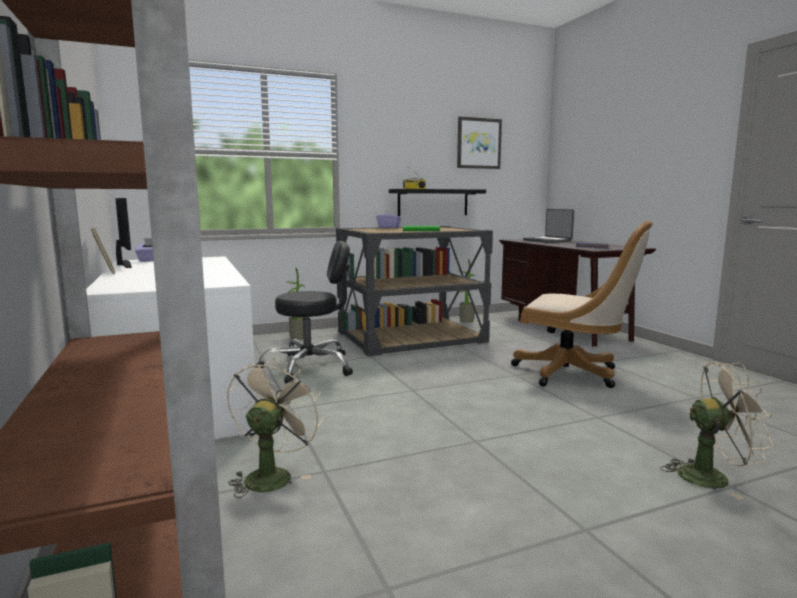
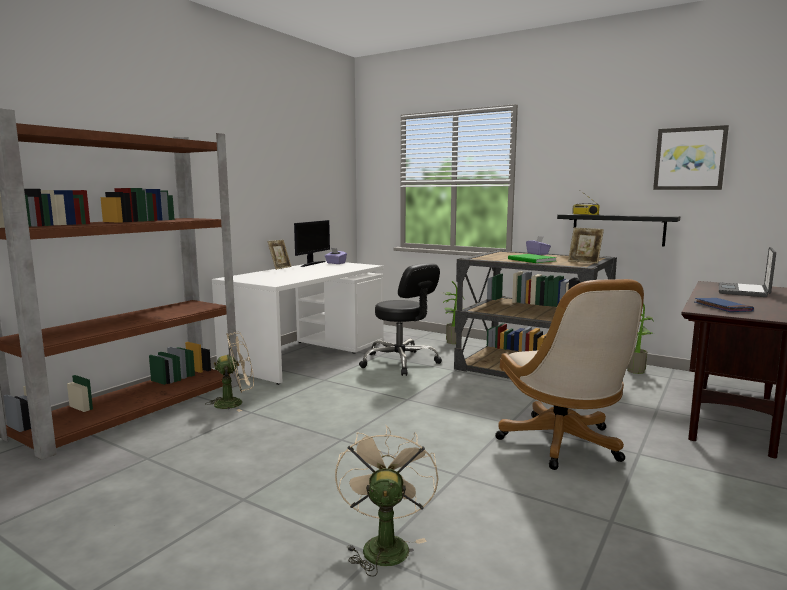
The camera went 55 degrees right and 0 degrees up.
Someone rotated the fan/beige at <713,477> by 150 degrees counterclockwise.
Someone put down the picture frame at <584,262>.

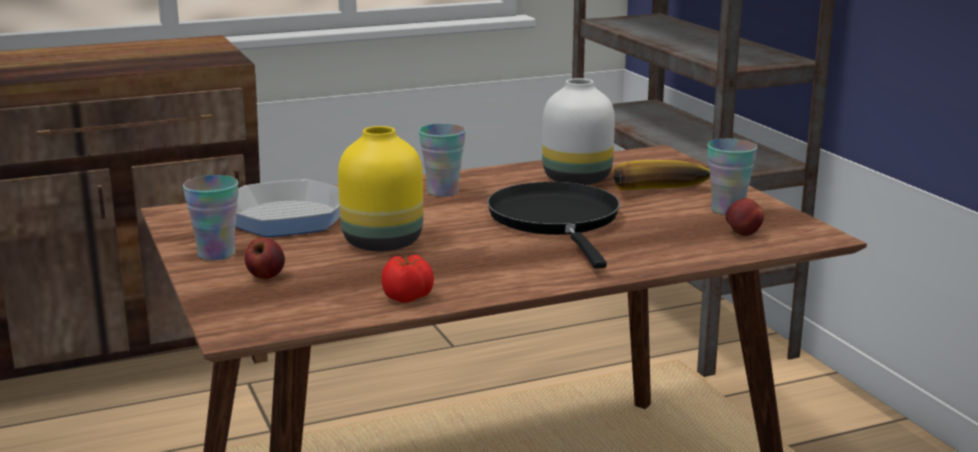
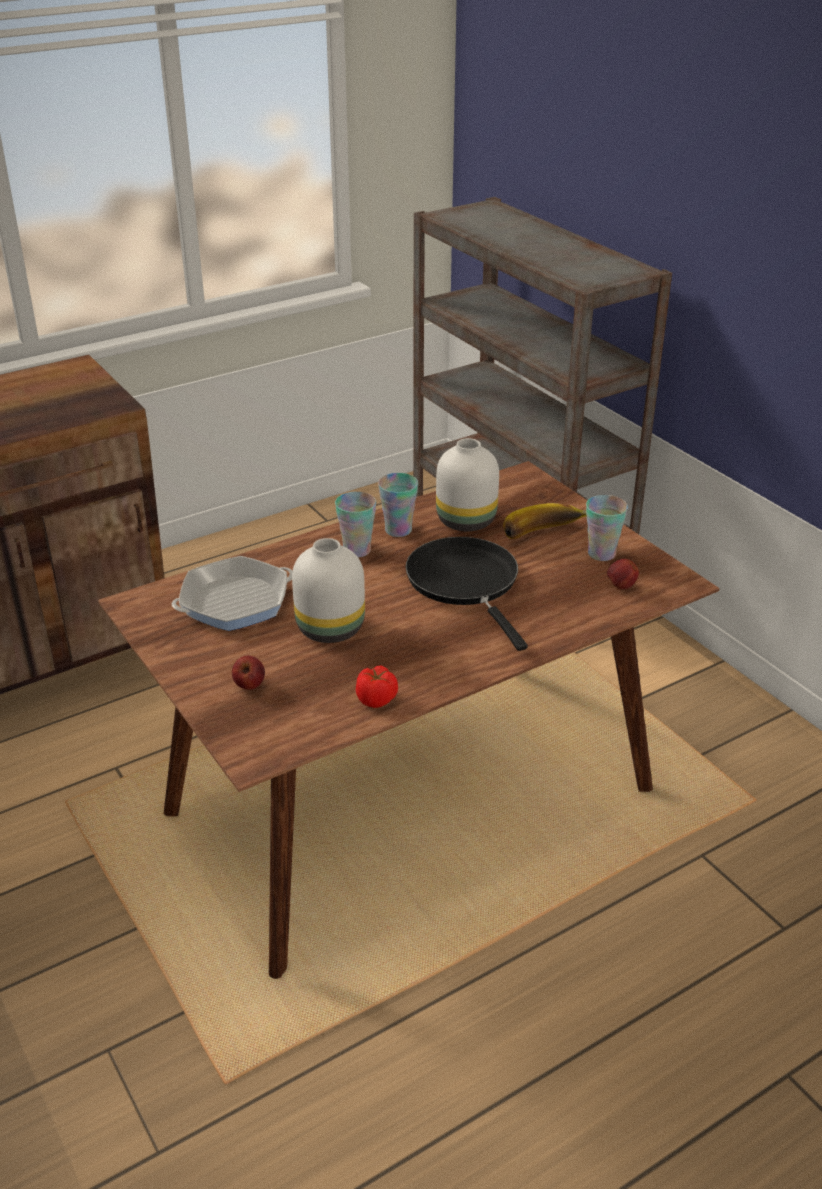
The camera went 10 degrees left and 15 degrees up.
Someone repainted the vase/yellow at <384,242>, which became the vase/white at <331,628>.
Someone carried the cup from <216,254> to <398,530>.

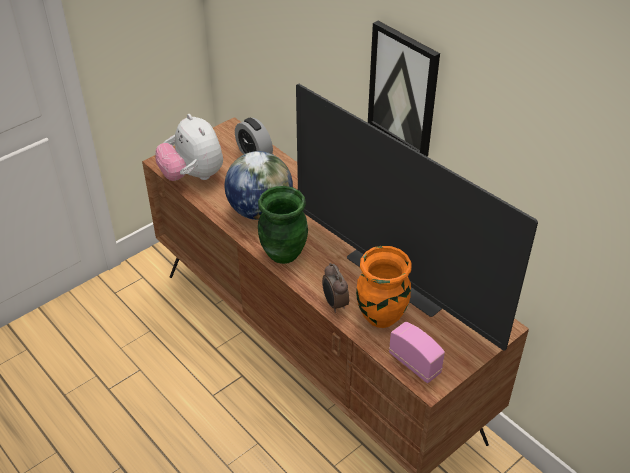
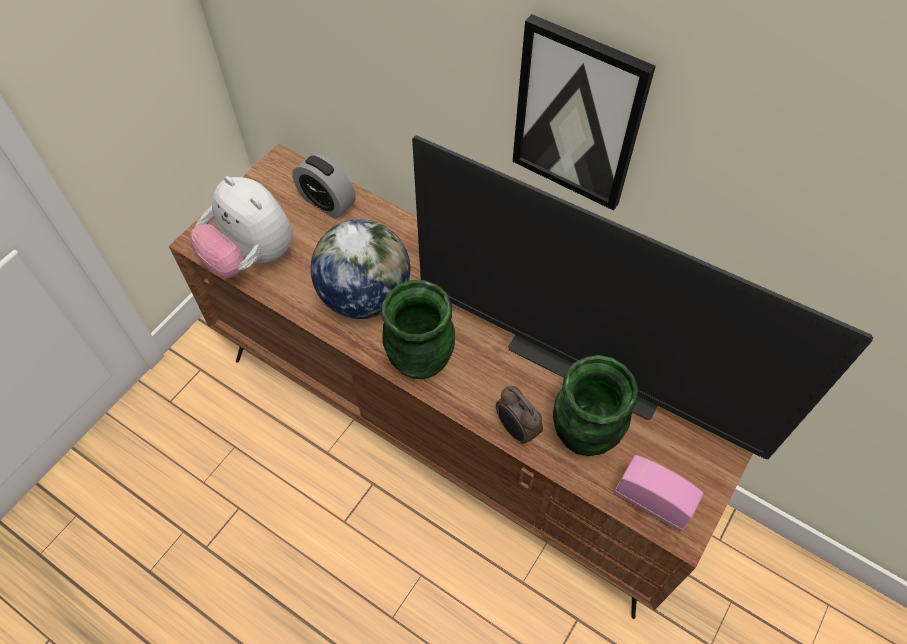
The camera went 15 degrees left and 15 degrees up.
Someone repainted the vase/orange at <380,316>, which became the vase/green at <583,435>.

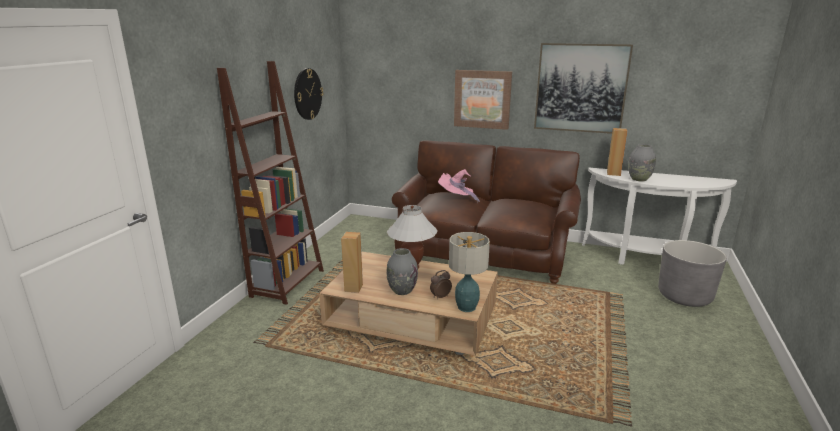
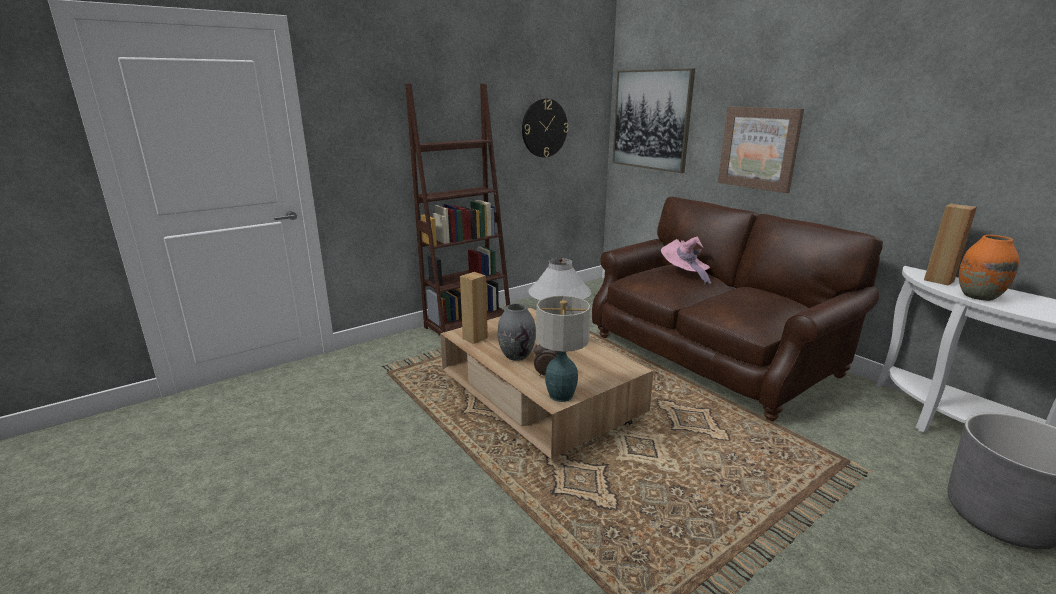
The camera went 35 degrees right and 0 degrees up.
Someone carried the picture from <581,88> to <651,120>.
Someone repainted the vase/grey at <639,179>, which became the vase/orange at <978,296>.

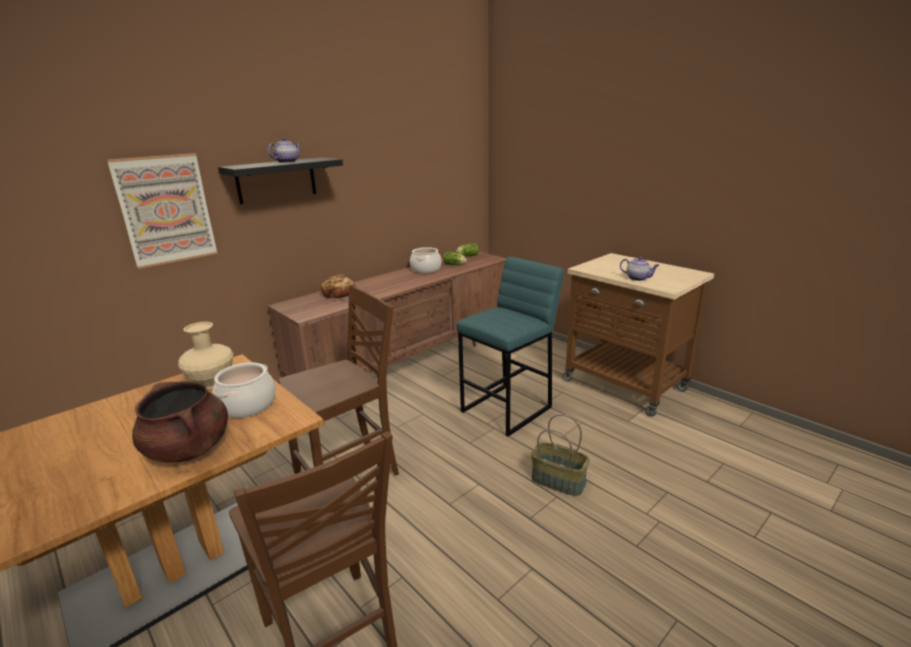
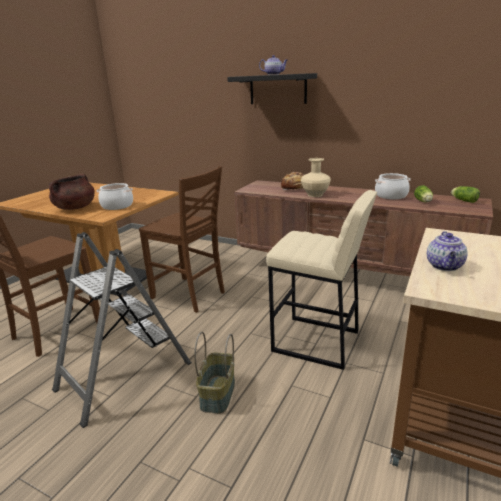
The camera went 70 degrees right and 0 degrees up.
Someone put down the step ladder/grey at <122,376>.
Someone repainted the stool/turquoise at <508,408>, which became the stool/beige at <318,342>.
Someone carried the vase/beige from <211,382> to <315,195>.
Someone took away the picture at <166,210>.

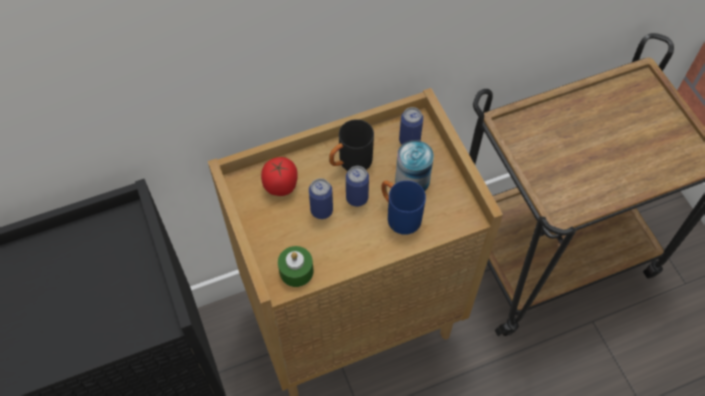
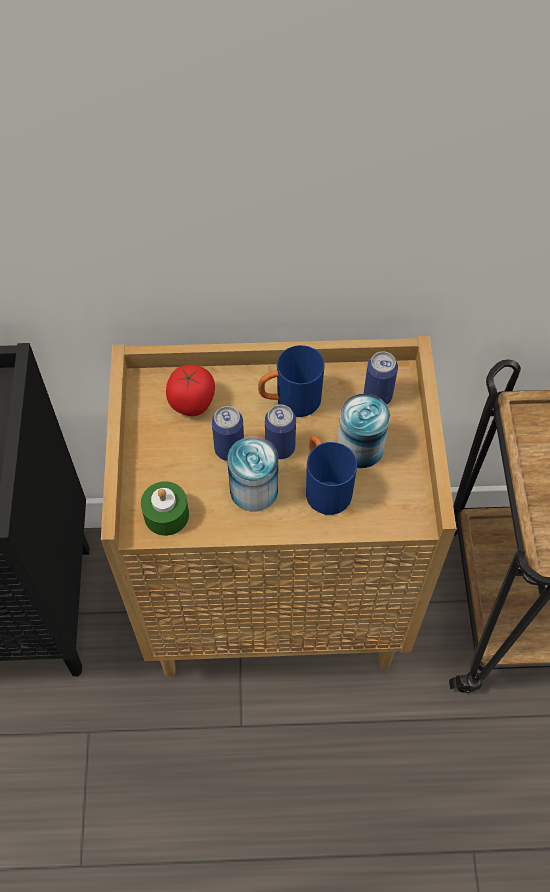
The camera went 20 degrees right and 0 degrees up.
Someone put down the can at <254,490>.
Someone repainted the mug/black at <350,163>, which became the mug/blue at <290,401>.

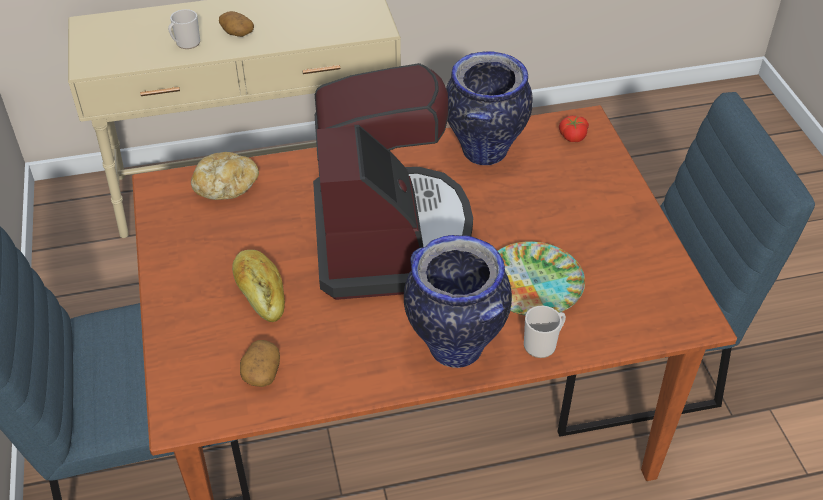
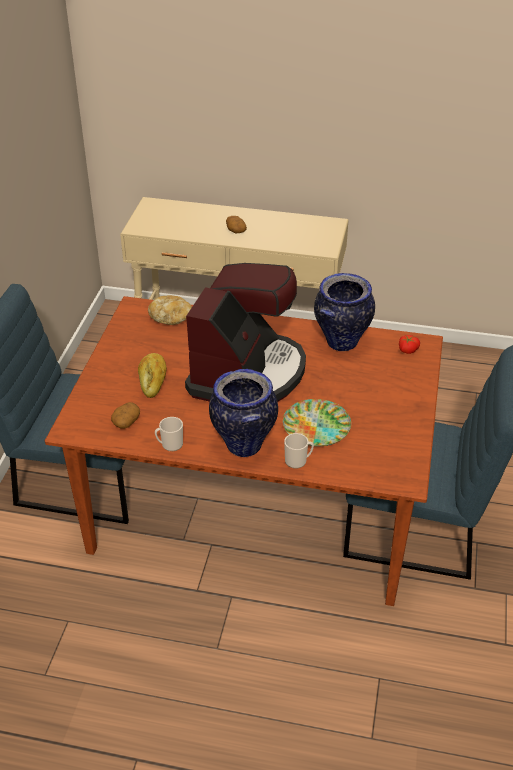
The camera went 25 degrees right and 5 degrees down.
Someone carried the mug from <186,43> to <170,444>.

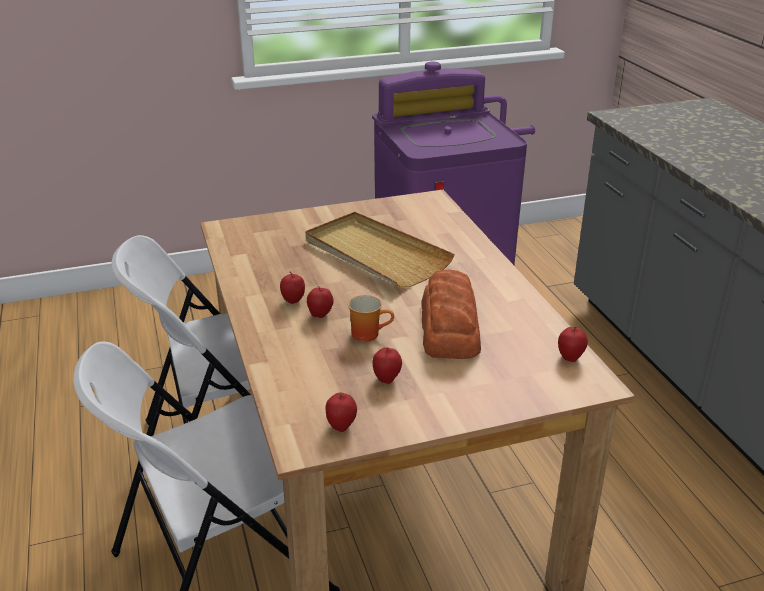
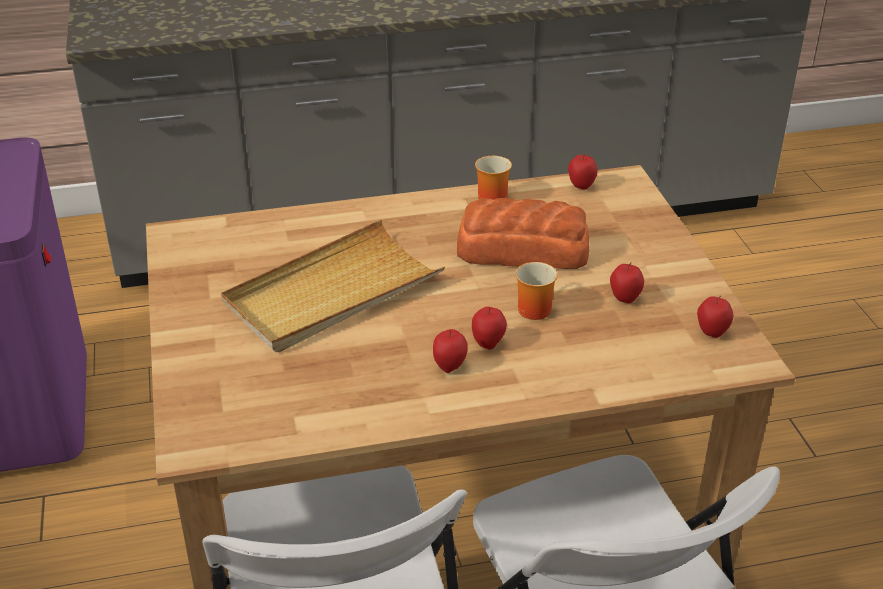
The camera went 85 degrees left and 5 degrees up.
Someone put down the mug at <492,196>.

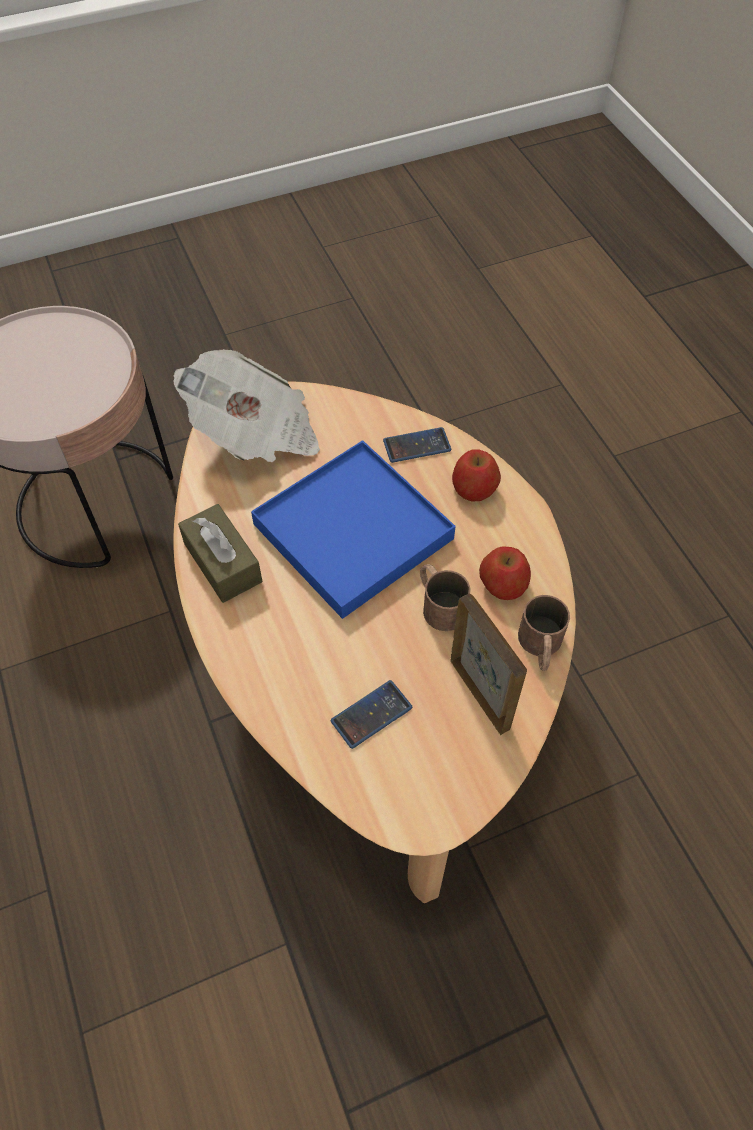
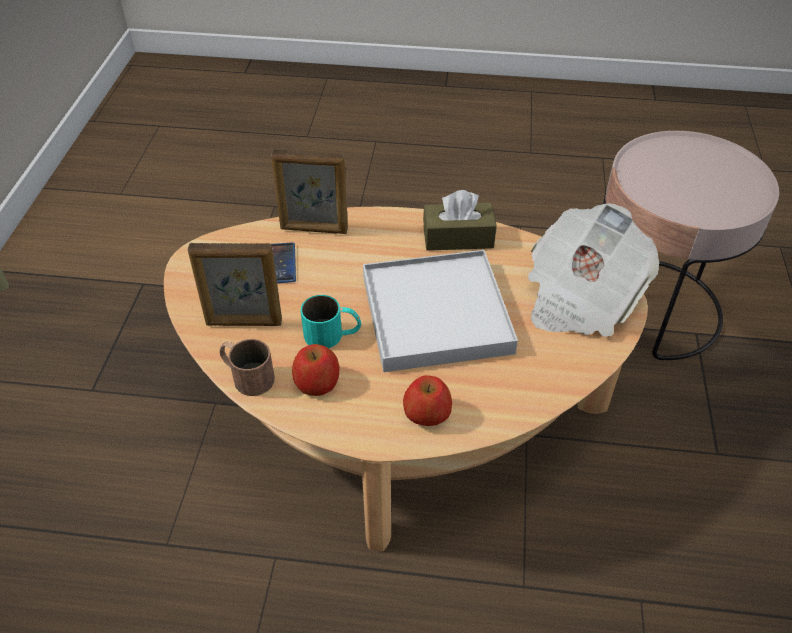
The camera went 120 degrees right and 10 degrees down.
Someone put down the picture frame at <314,229>.
Someone repainted the mug/brown at <438,603>, which became the mug/turquoise at <332,334>.
Someone repainted the tray/blue at <352,531>, which became the tray/white at <436,314>.
Someone took away the phone at <417,446>.

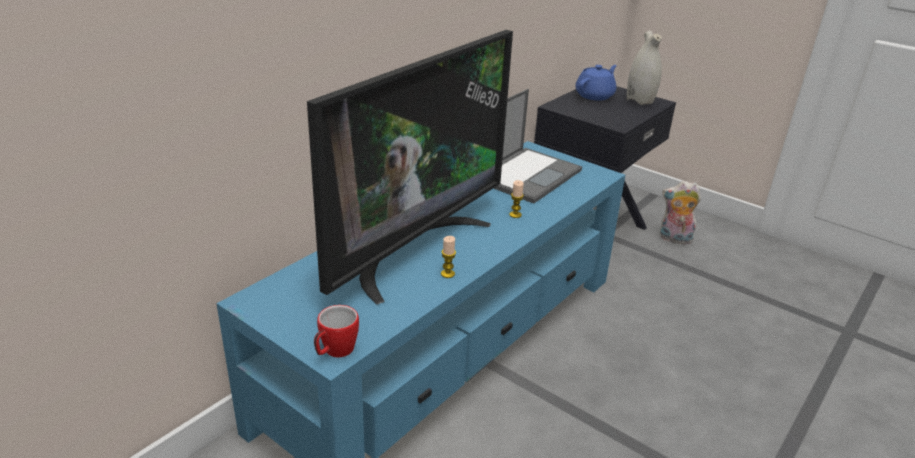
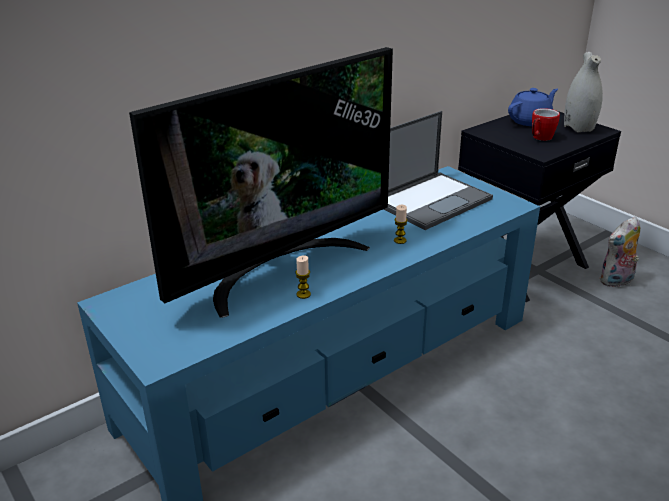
The camera went 15 degrees right and 0 degrees up.
Someone carried the mug from <335,352> to <540,138>.
Someone rotated the plush toy at <674,239> by 60 degrees counterclockwise.

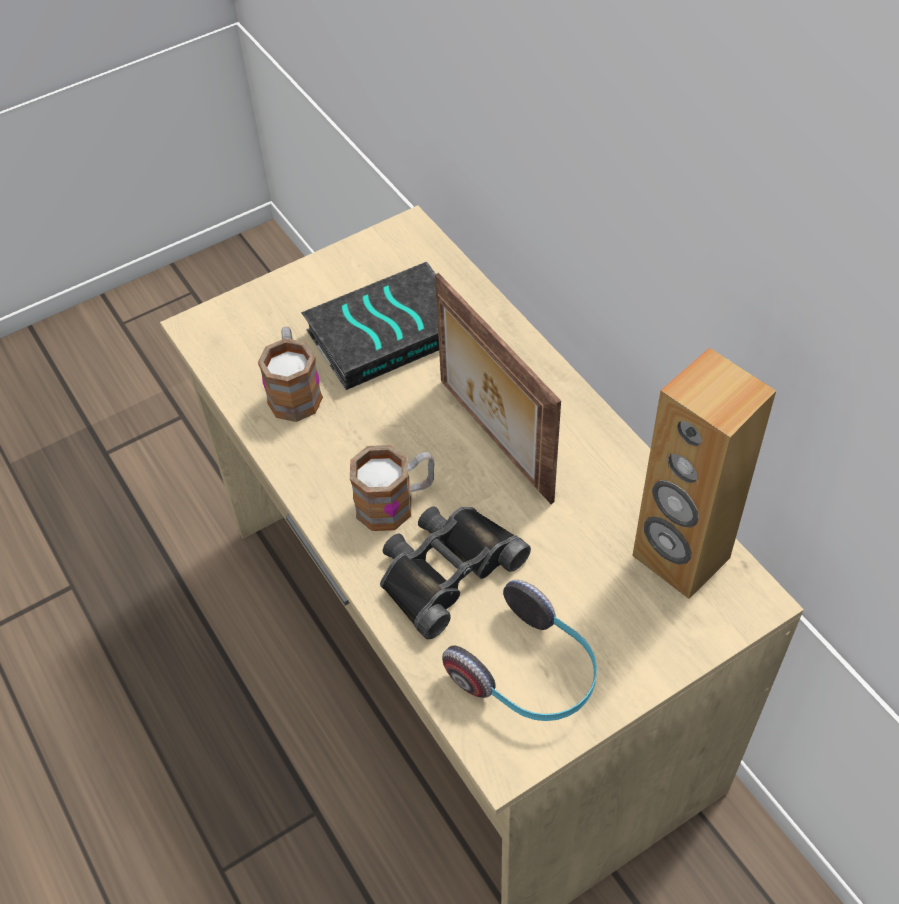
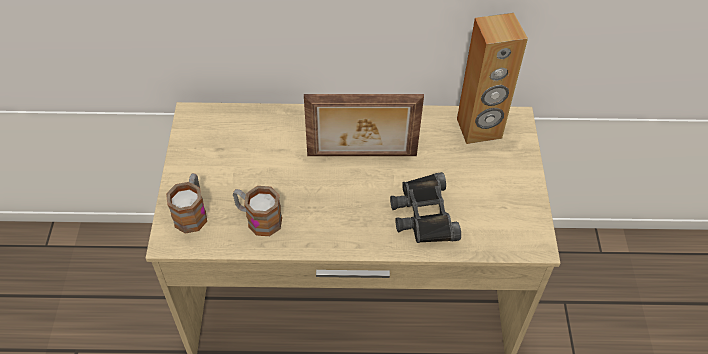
The camera went 60 degrees left and 0 degrees up.
Someone carried the mug from <396,502> to <192,212>.
Someone took away the book at <387,331>.
Someone took away the headphones at <528,673>.

